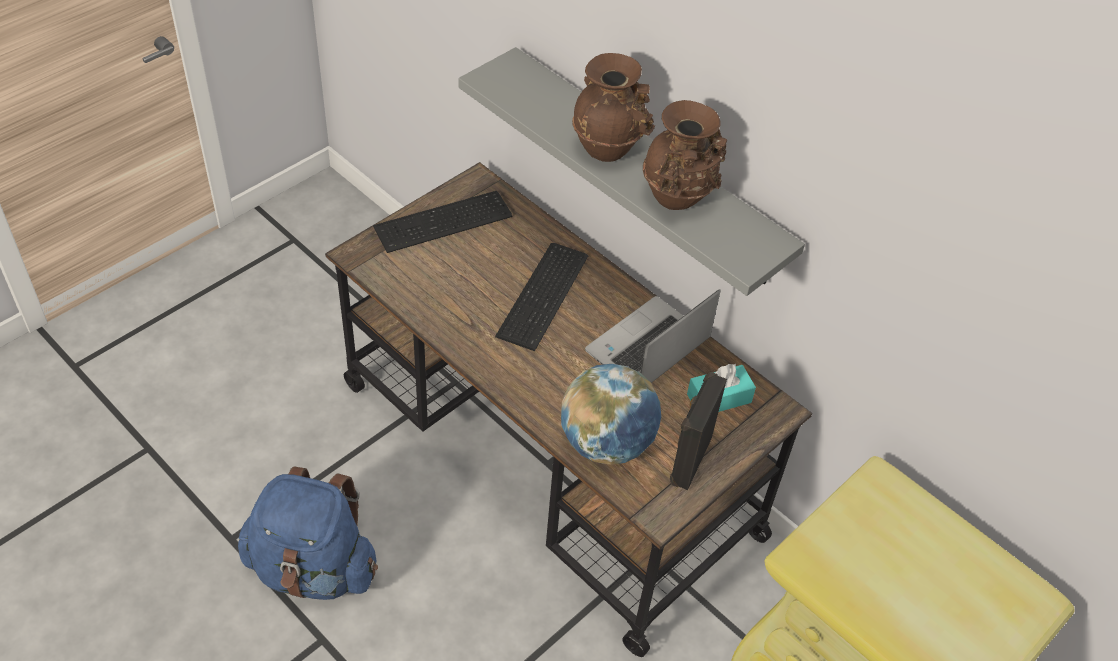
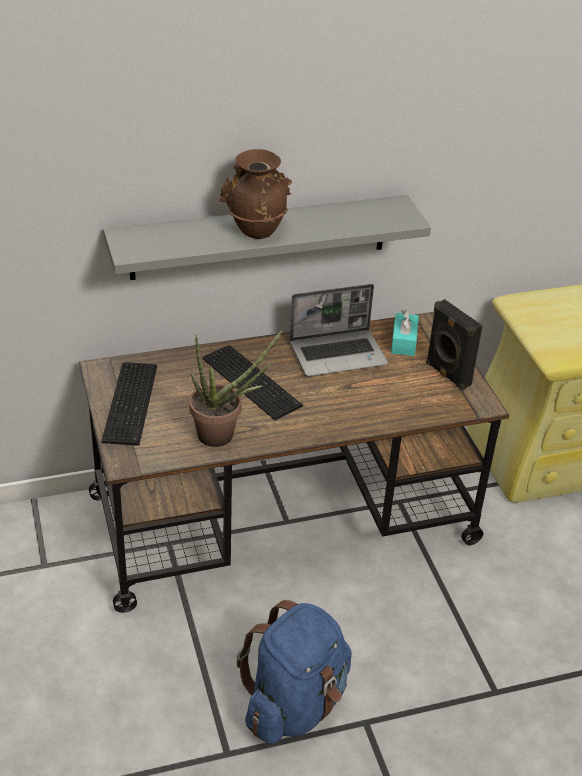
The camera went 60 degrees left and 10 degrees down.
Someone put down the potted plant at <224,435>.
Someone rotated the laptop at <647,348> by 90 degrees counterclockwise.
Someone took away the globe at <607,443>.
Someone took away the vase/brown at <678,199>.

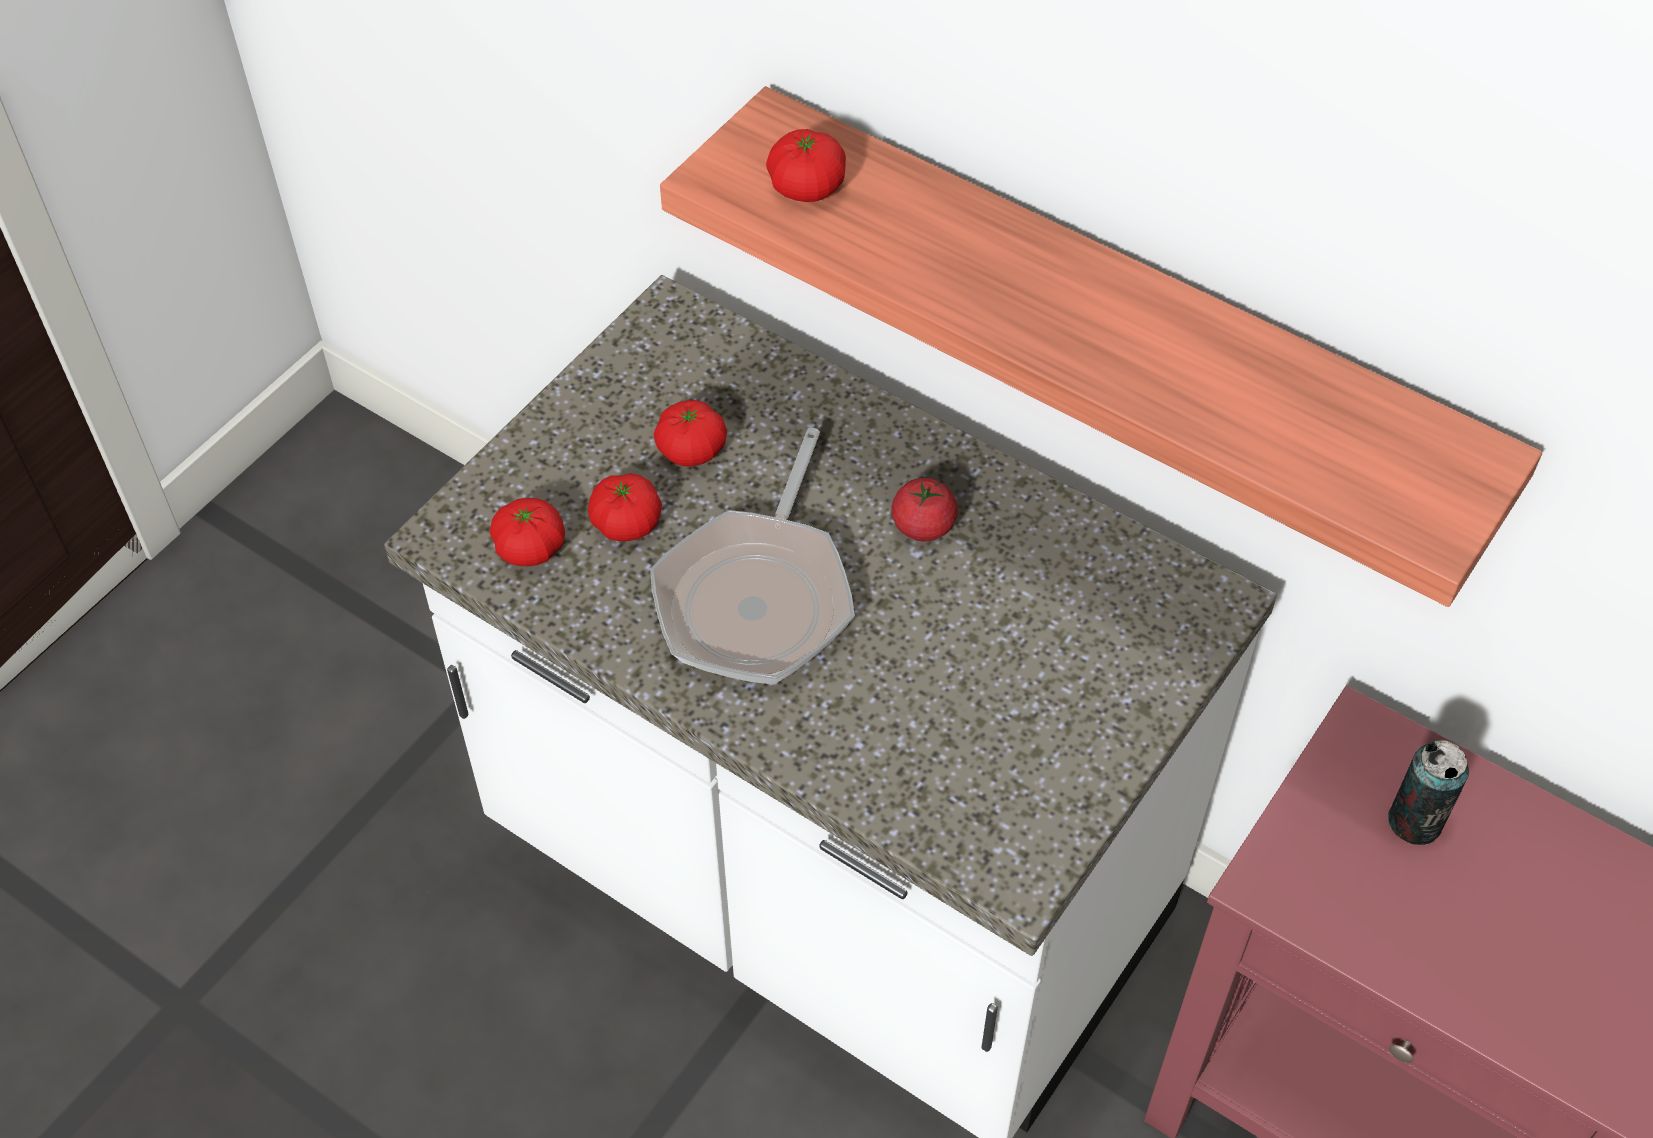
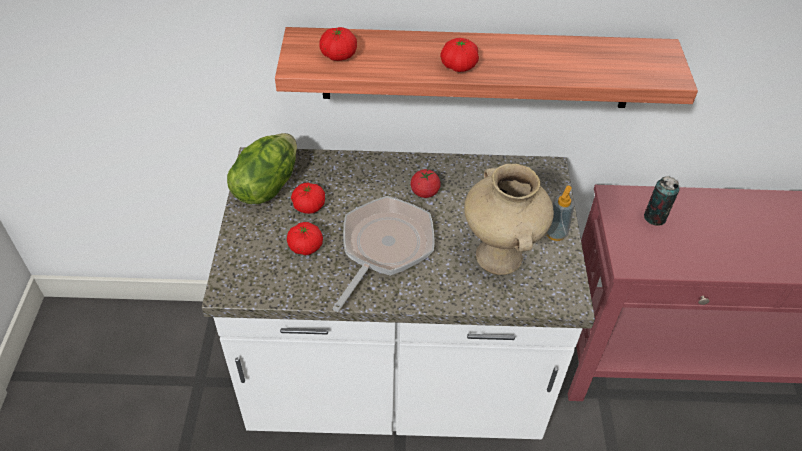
The camera went 35 degrees left and 5 degrees down.
Someone put down the lettuce at <266,185>.
Someone rotated the frying pan at <759,596> by 135 degrees counterclockwise.
Someone carried the tomato from <530,548> to <458,66>.
Someone put down the vase/beige at <500,257>.
Someone put down the soap dispenser at <555,233>.

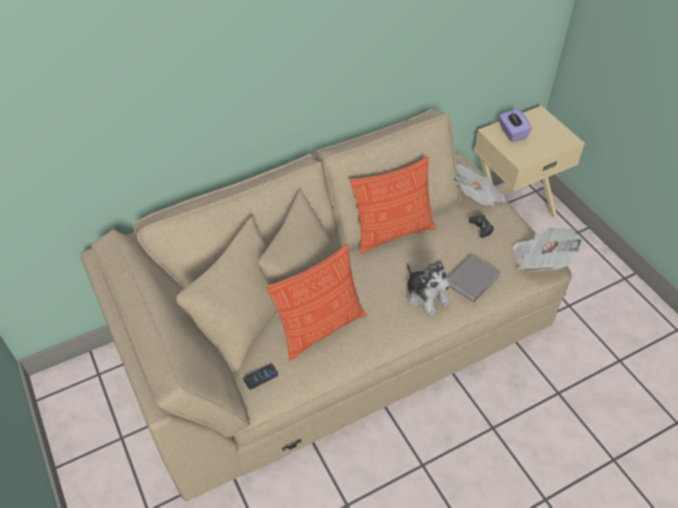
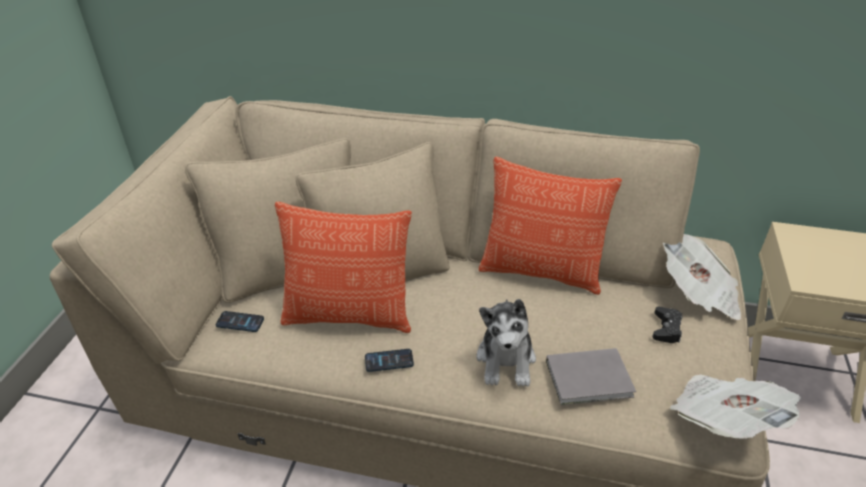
The camera went 40 degrees right and 10 degrees down.
Someone put down the phone at <389,361>.
Someone took away the tissue box/purple at <512,133>.

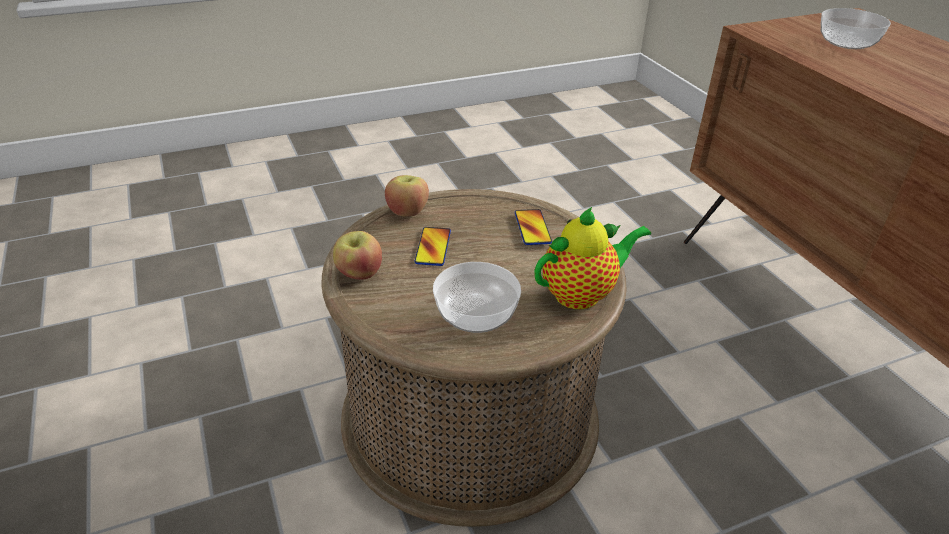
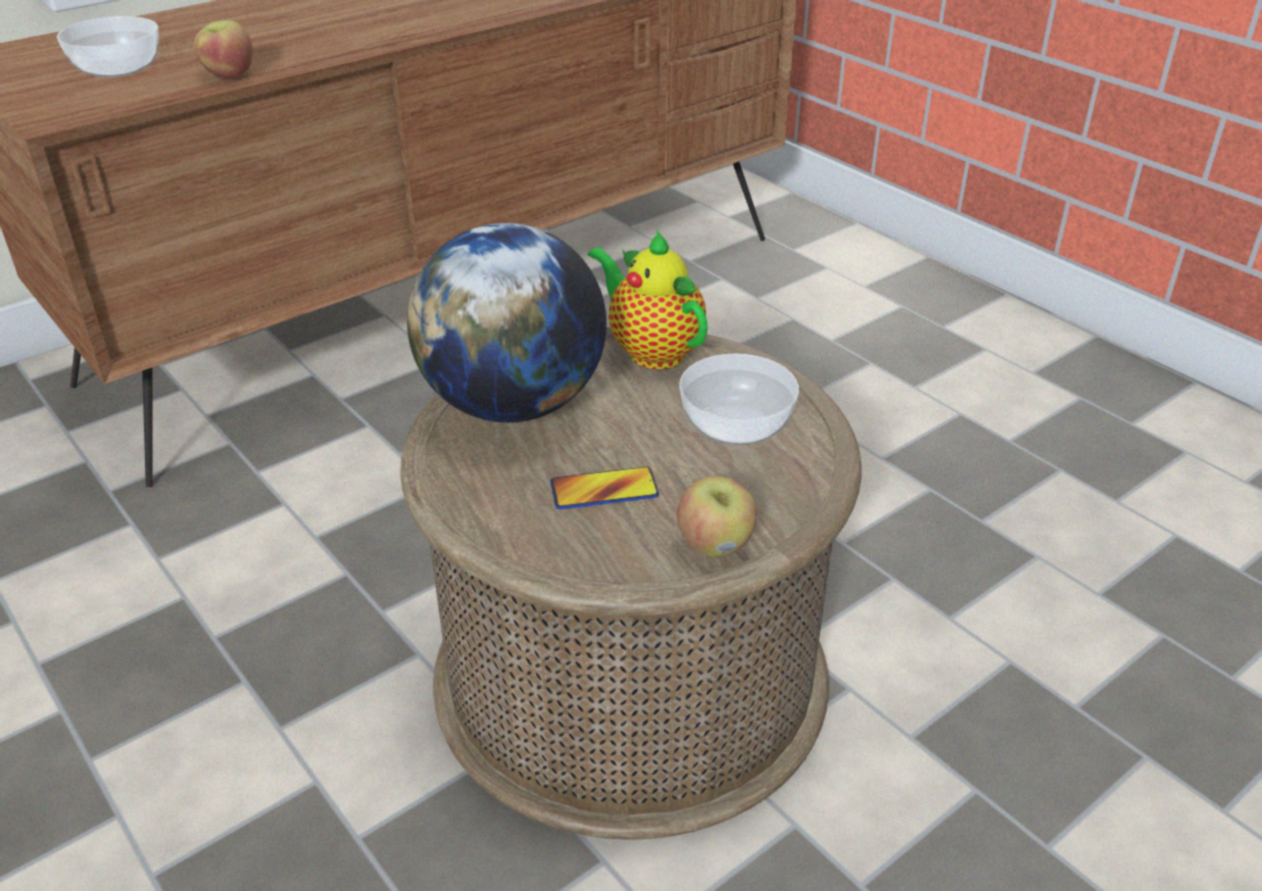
The camera went 105 degrees left and 0 degrees up.
Someone carried the apple from <407,211> to <229,75>.
Someone swapped the phone at <532,228> for the globe at <514,404>.

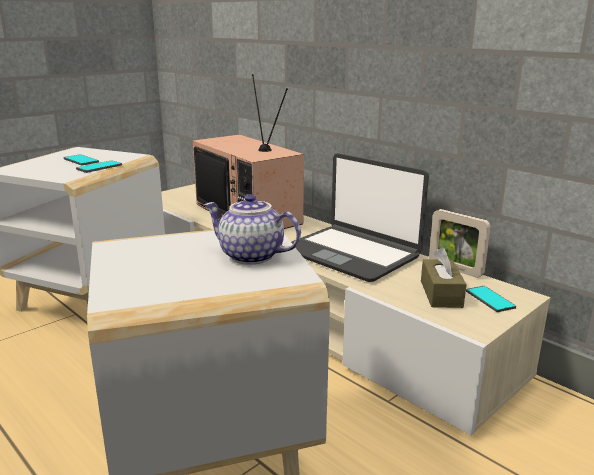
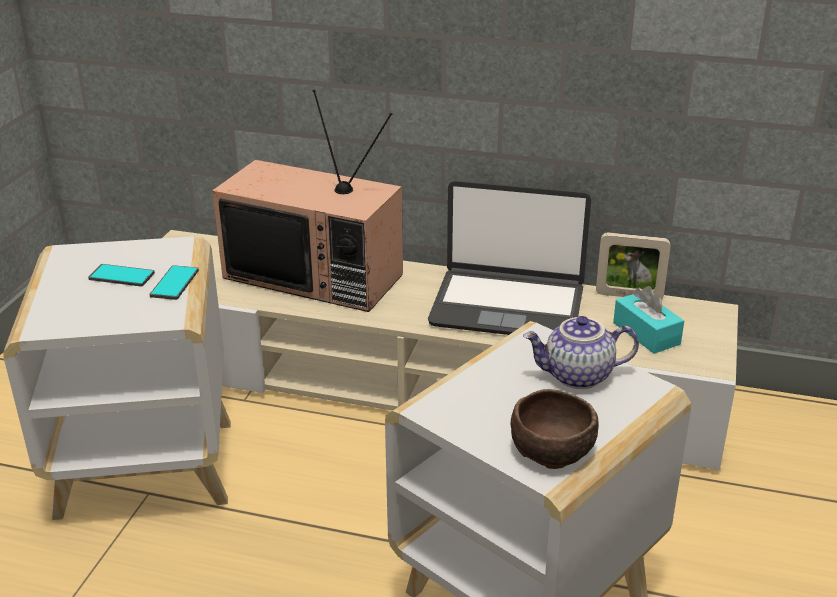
The camera went 30 degrees left and 10 degrees up.
Someone put down the bowl/brown at <554,449>.
Someone repainted the tissue box/brown at <441,294>, which became the tissue box/turquoise at <646,333>.
Someone took away the phone at <490,299>.

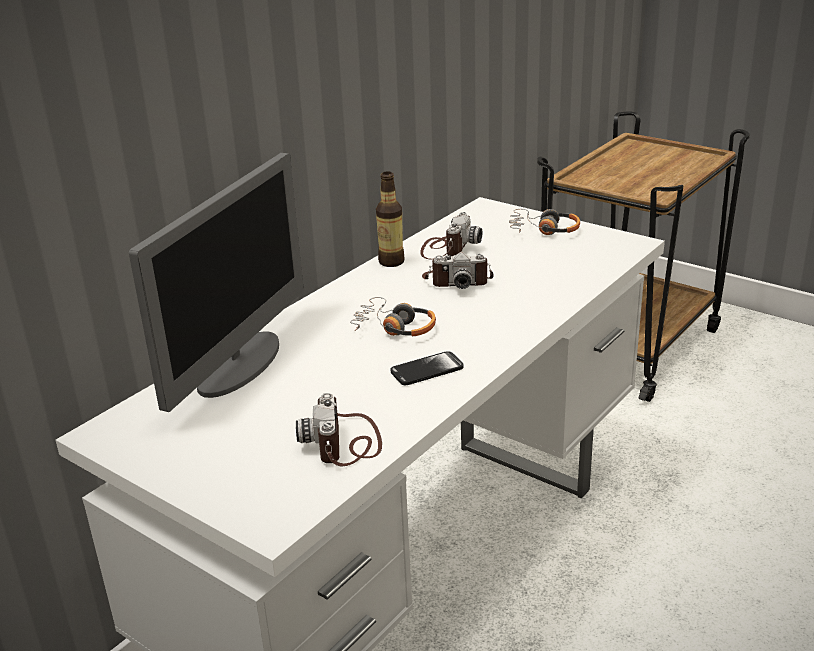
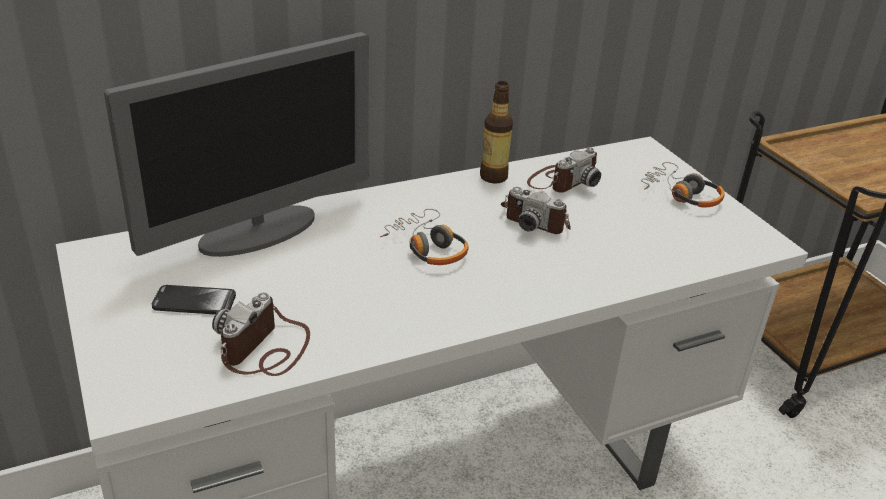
The camera went 25 degrees right and 5 degrees up.
Someone carried the phone from <427,370> to <194,302>.

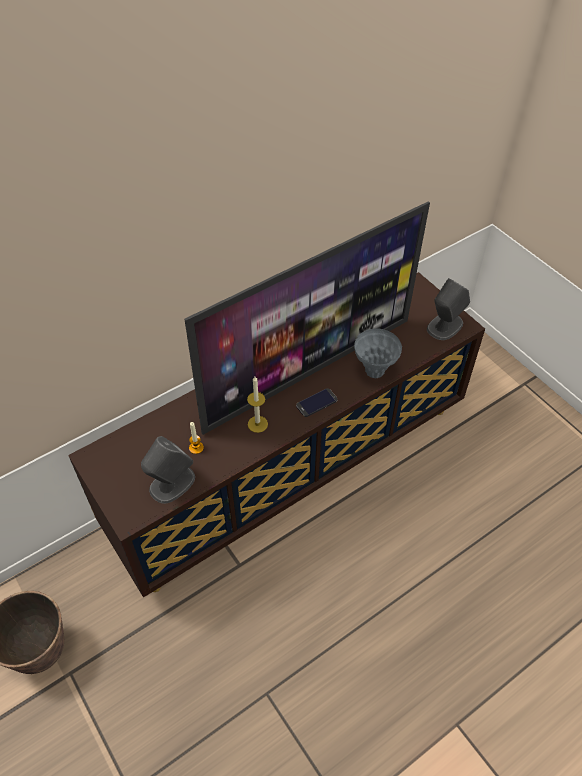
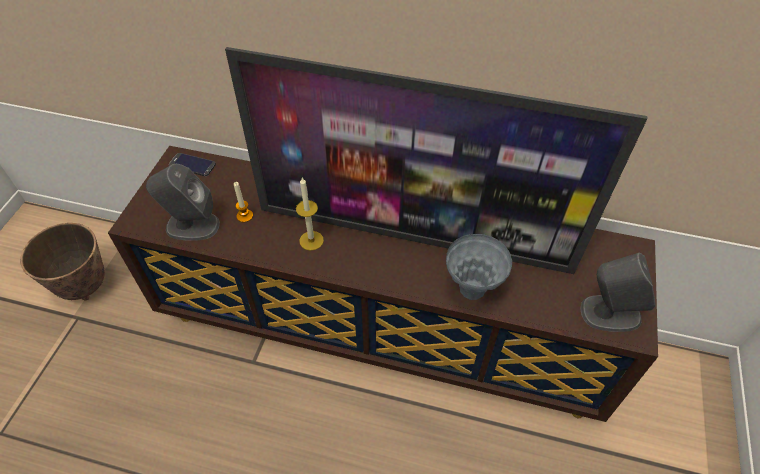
The camera went 50 degrees right and 0 degrees up.
Someone carried the phone from <316,403> to <192,165>.

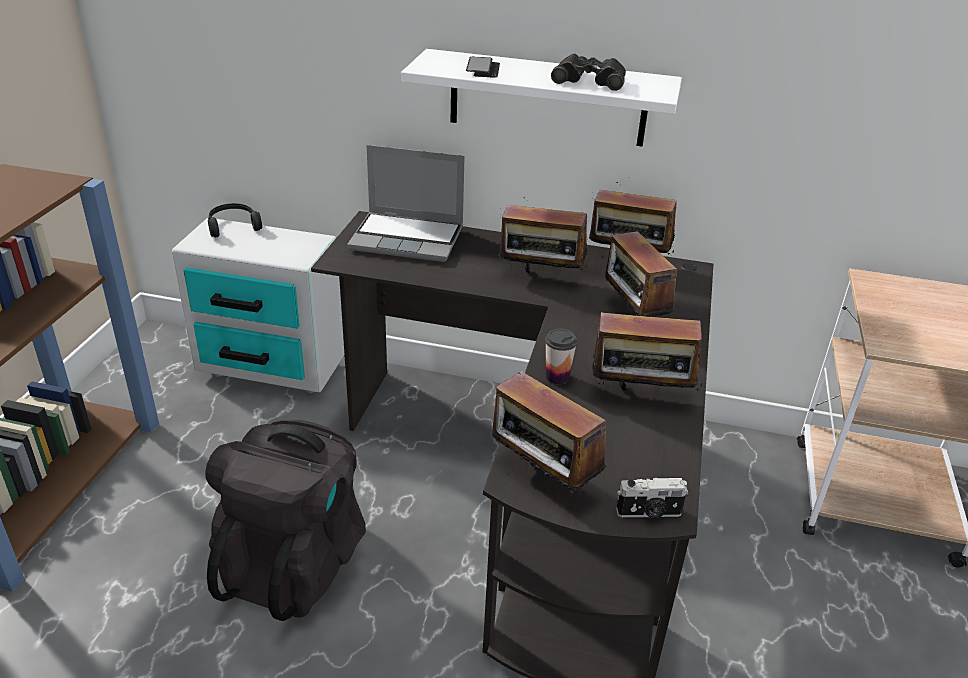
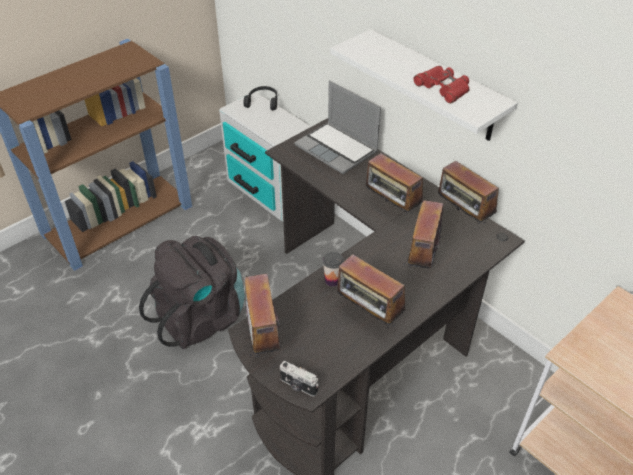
The camera went 35 degrees right and 10 degrees up.
Someone repainted the binoculars/black at <589,80>, which became the binoculars/red at <443,88>.
Someone took away the phone at <483,69>.

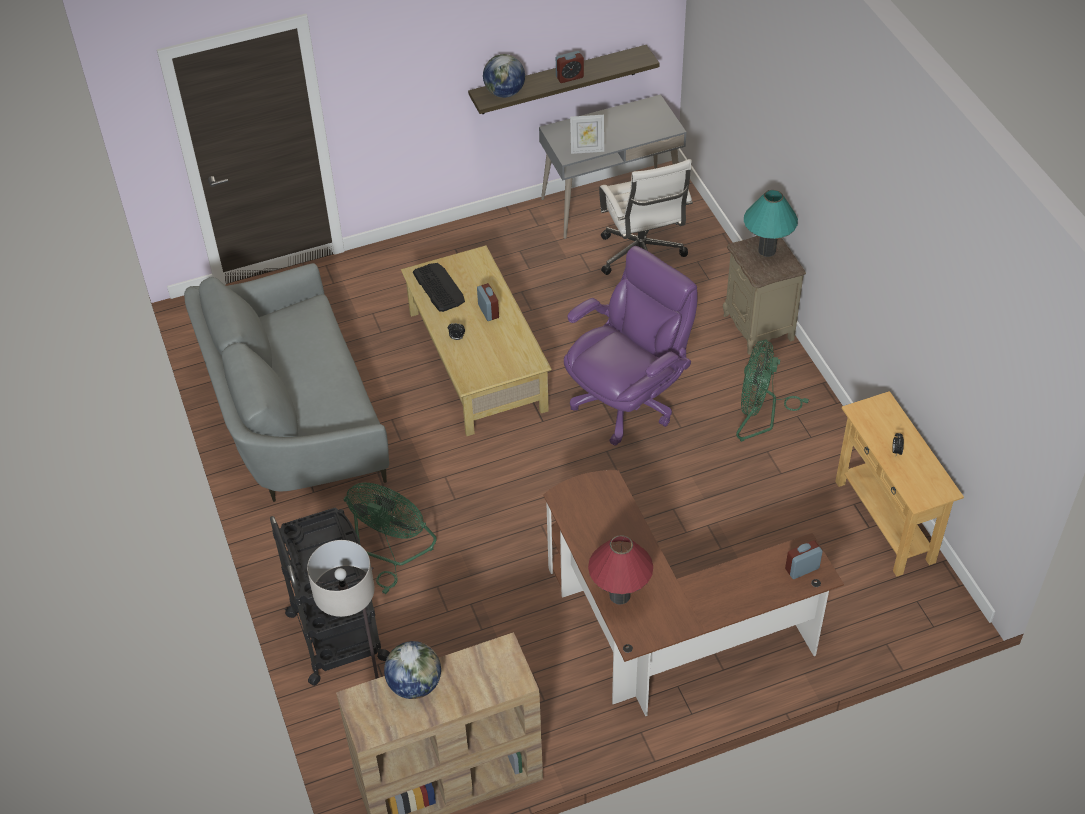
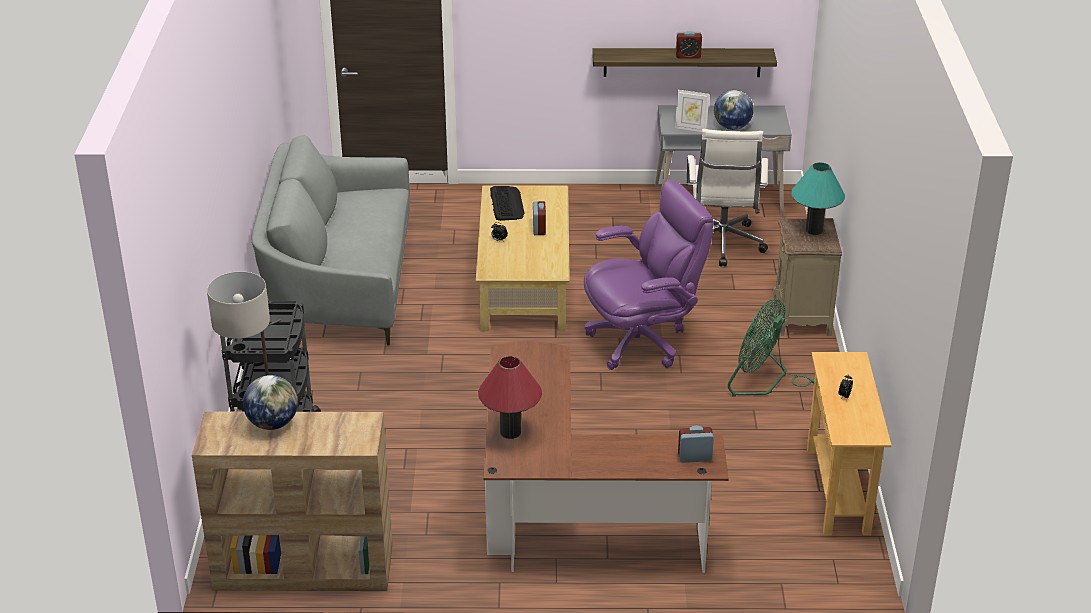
The camera went 20 degrees right and 15 degrees down.
Someone carried the globe from <504,93> to <732,127>.
Someone took away the fan/green at <388,550>.

